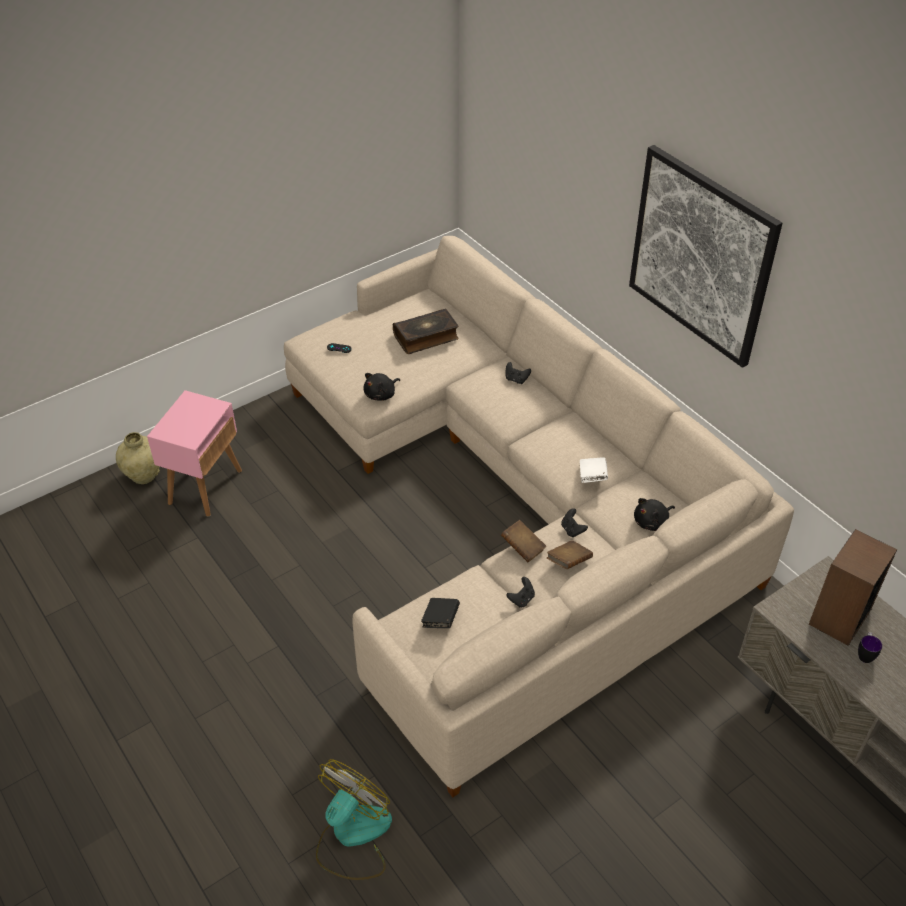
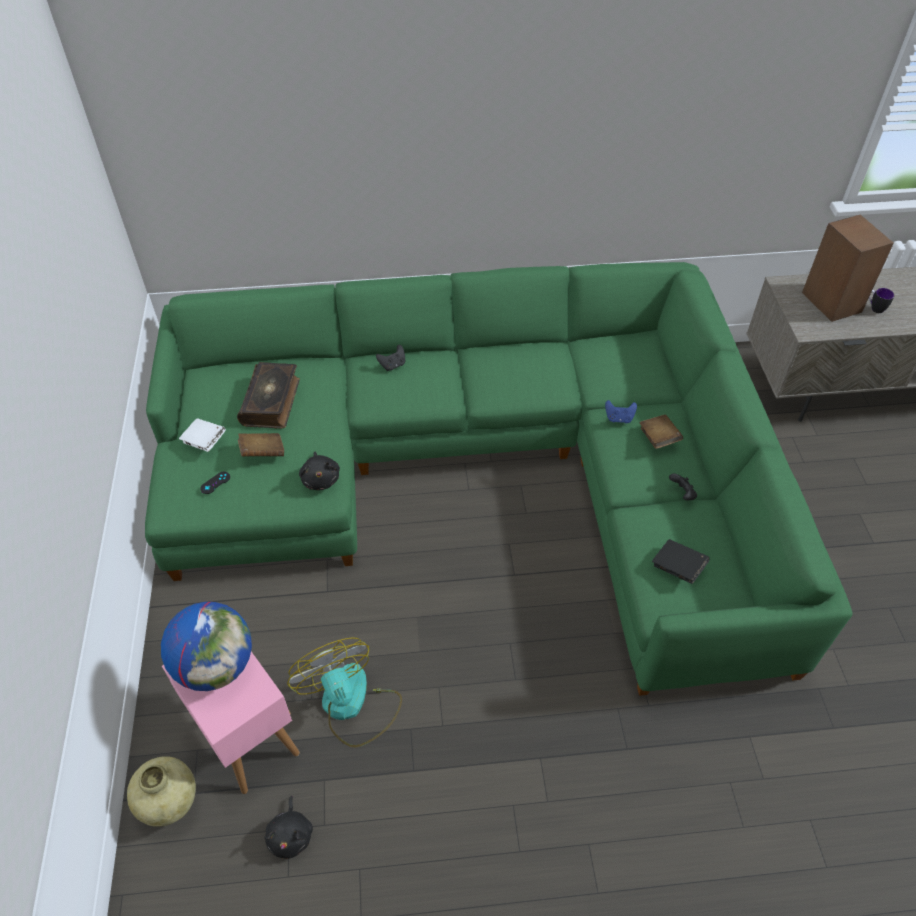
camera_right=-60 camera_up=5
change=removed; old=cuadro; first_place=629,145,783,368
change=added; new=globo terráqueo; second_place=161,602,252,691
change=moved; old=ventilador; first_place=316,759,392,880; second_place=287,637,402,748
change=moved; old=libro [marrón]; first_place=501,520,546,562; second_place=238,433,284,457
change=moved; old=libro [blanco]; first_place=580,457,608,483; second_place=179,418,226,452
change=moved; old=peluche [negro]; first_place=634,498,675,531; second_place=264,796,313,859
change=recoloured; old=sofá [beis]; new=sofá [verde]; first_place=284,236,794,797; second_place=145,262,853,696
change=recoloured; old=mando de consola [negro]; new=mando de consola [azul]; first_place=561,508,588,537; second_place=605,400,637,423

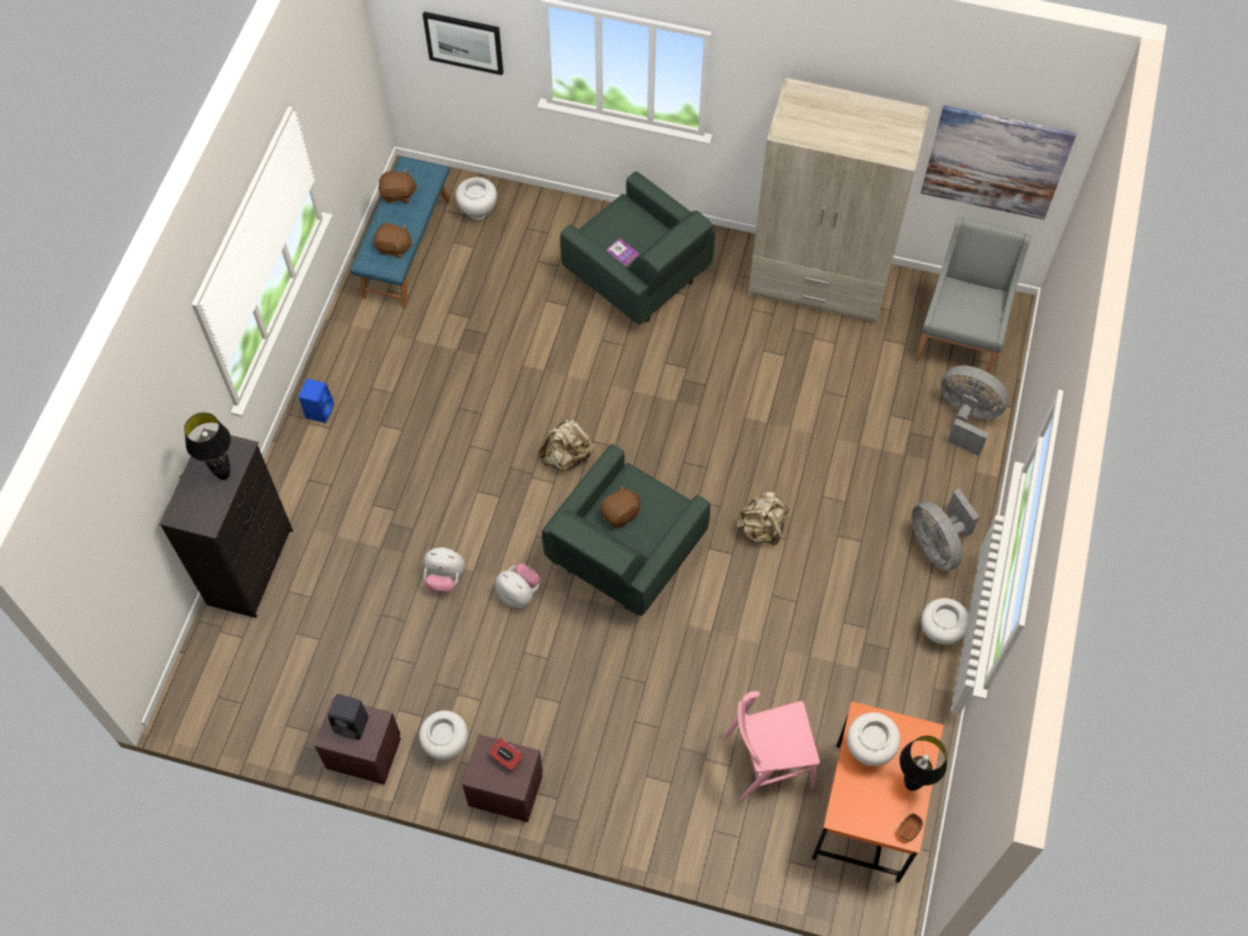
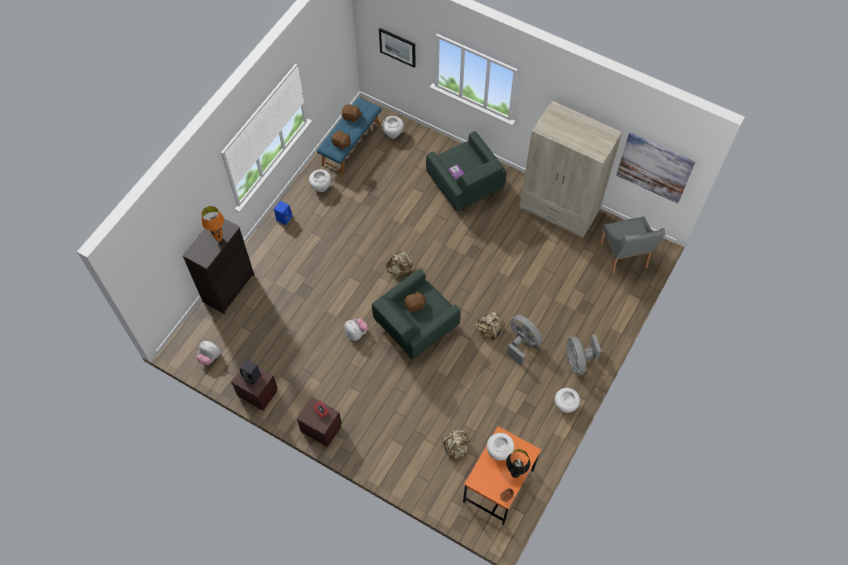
camera_right=15 camera_up=0
change=moved; old=florero [blanco]; first_place=419,710,468,760; second_place=309,169,331,192
change=moved; old=peluche; first_place=423,547,465,593; second_place=196,341,220,365
change=moved; old=ventilador [gris]; first_place=941,365,1009,456; second_place=507,315,543,366
change=replaced; old=silla [rosa]; new=mochila [beis]; first_place=723,691,820,802; second_place=442,430,469,461
change=recoloured; old=lámpara de mesa [negro]; new=lámpara de mesa [naranja]; first_place=184,412,231,480; second_place=202,206,224,242
change=turned; old=sillón [gris]; first_place=915,217,1031,373; second_place=599,216,665,275; degrees=135

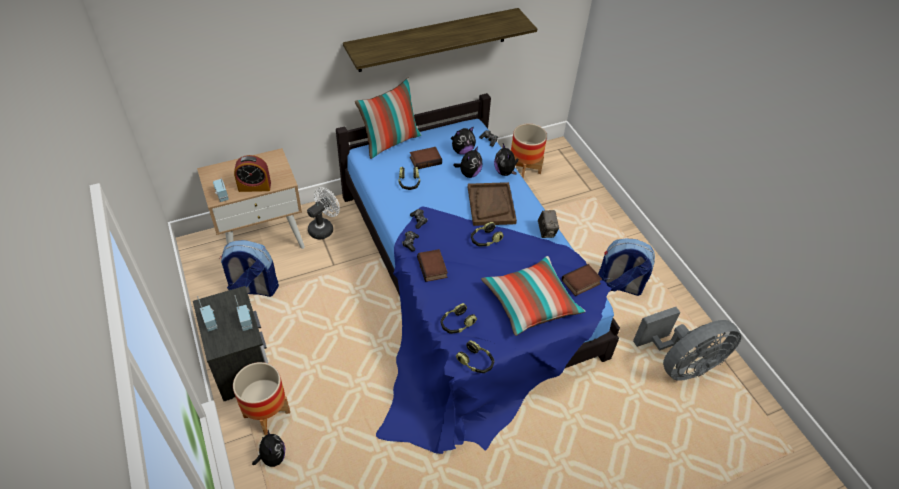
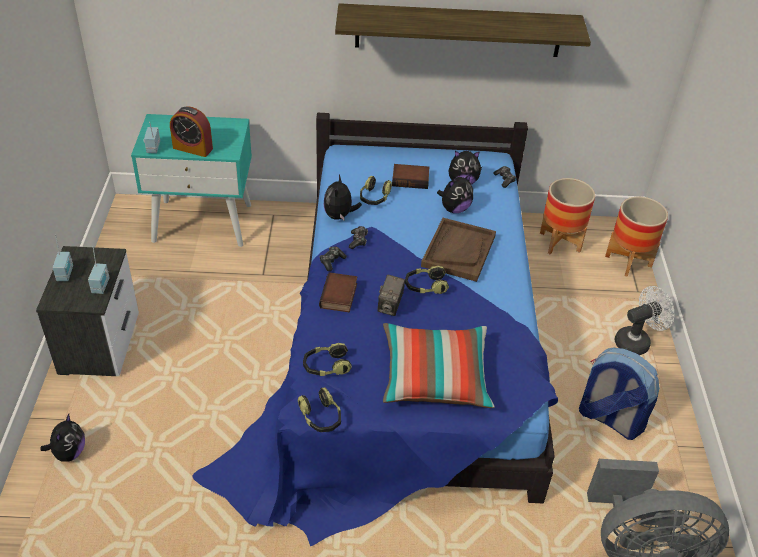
camera_right=25 camera_up=-5
change=removed; old=mochila; first_place=219,240,279,297
change=removed; old=cojín; first_place=355,77,421,159
change=removed; old=libro; first_place=562,264,602,296
change=moved; old=maceta; first_place=233,362,290,435; second_place=605,197,668,277
change=moved; old=ventilador [blanco]; first_place=307,187,340,239; second_place=615,286,674,355
change=moved; old=peluche; first_place=494,143,518,176; second_place=324,175,362,220
change=moved; old=cámara; first_place=538,210,559,238; second_place=378,274,405,316
change=recoloured; old=mesita de noche [beis]; new=mesita de noche [turquesa]; first_place=197,148,305,249; second_place=131,114,252,247

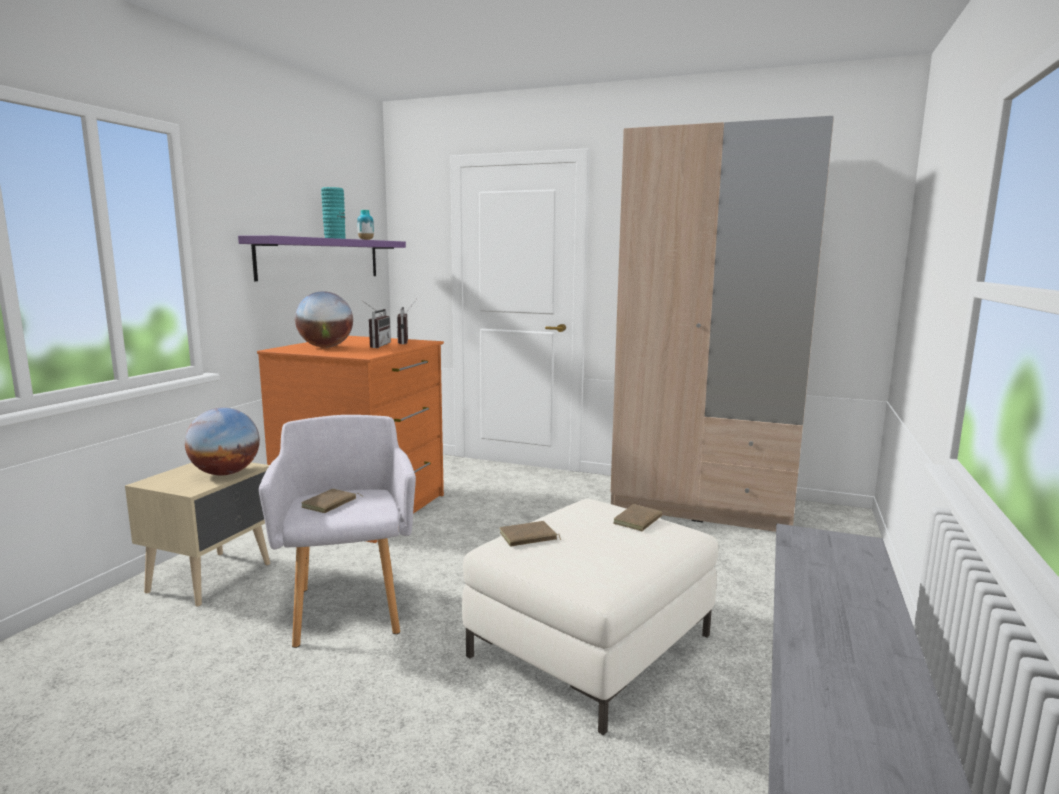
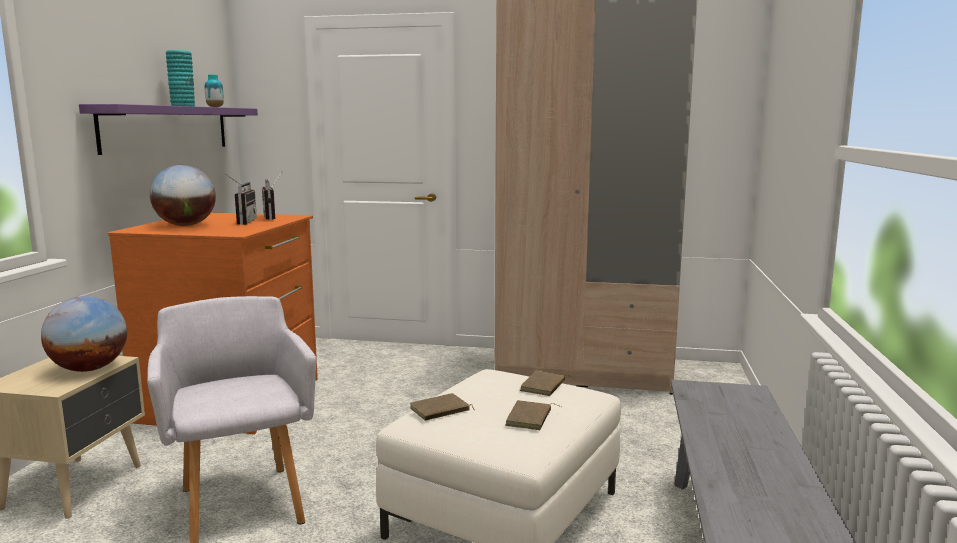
camera_right=-10 camera_up=0
change=moved; old=libro [marrón]; first_place=302,489,363,513; second_place=505,400,561,430

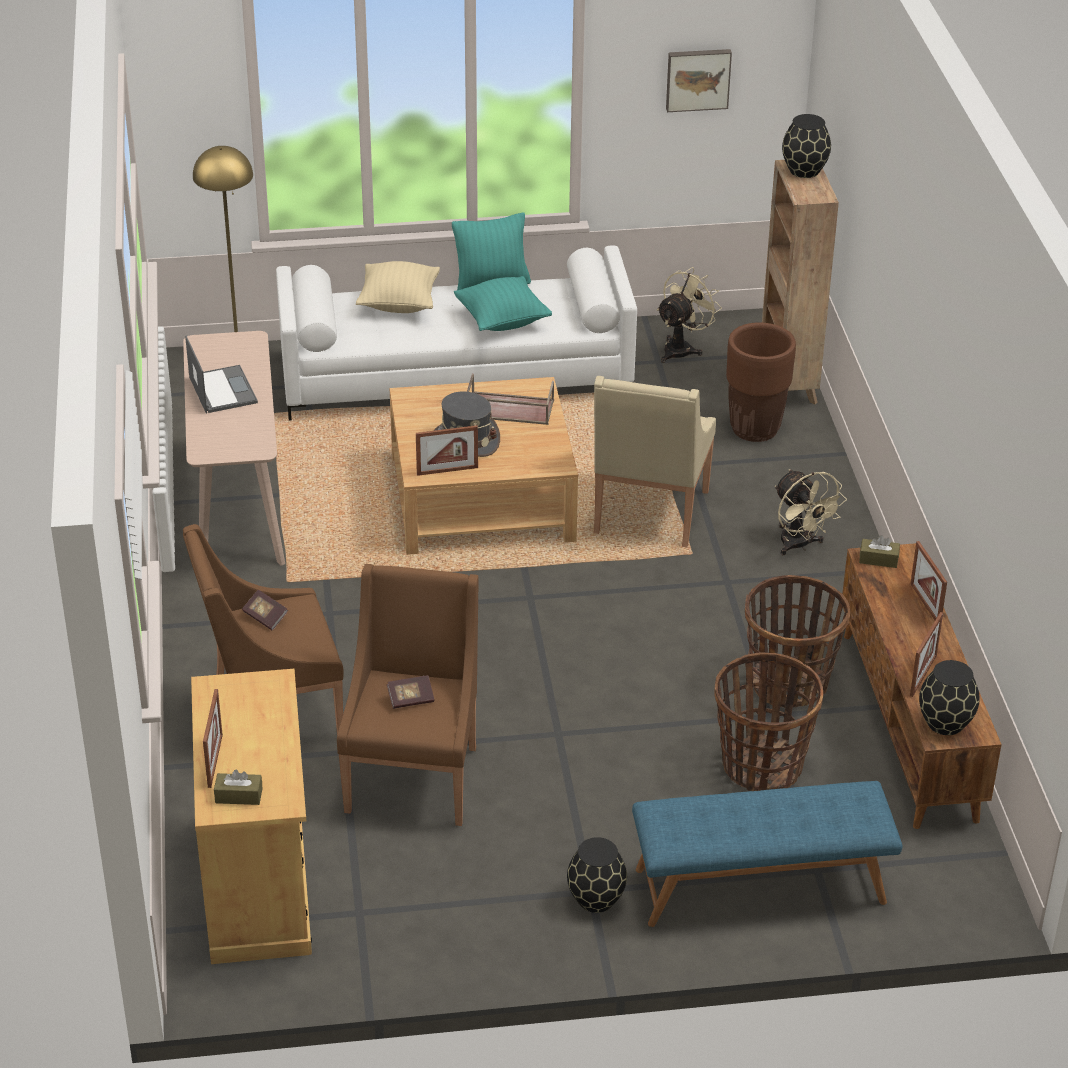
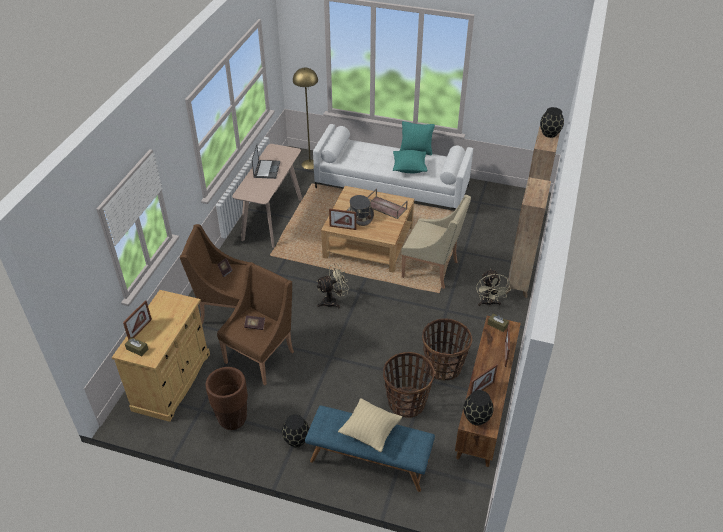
camera_right=25 camera_up=5
change=removed; old=cuadro; first_place=666,49,732,112
change=added; new=estantería [marrón]; second_place=505,177,551,298
change=moved; old=cojín [beis]; first_place=356,261,440,313; second_place=338,398,402,452
change=moved; old=ventilador [beis]; first_place=657,267,722,363; second_place=316,264,349,308
change=moved; old=maceta [marrón]; first_place=726,322,796,442; second_place=206,367,248,430
change=turned; old=sillón [beis]; first_place=594,376,716,547; second_place=401,195,471,289; degrees=-105

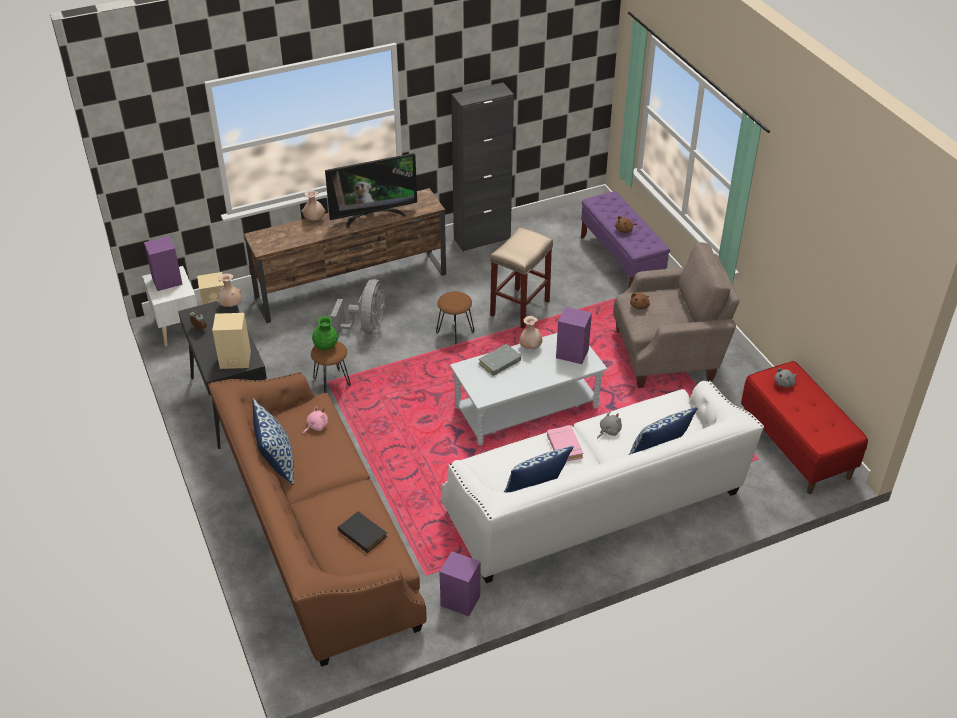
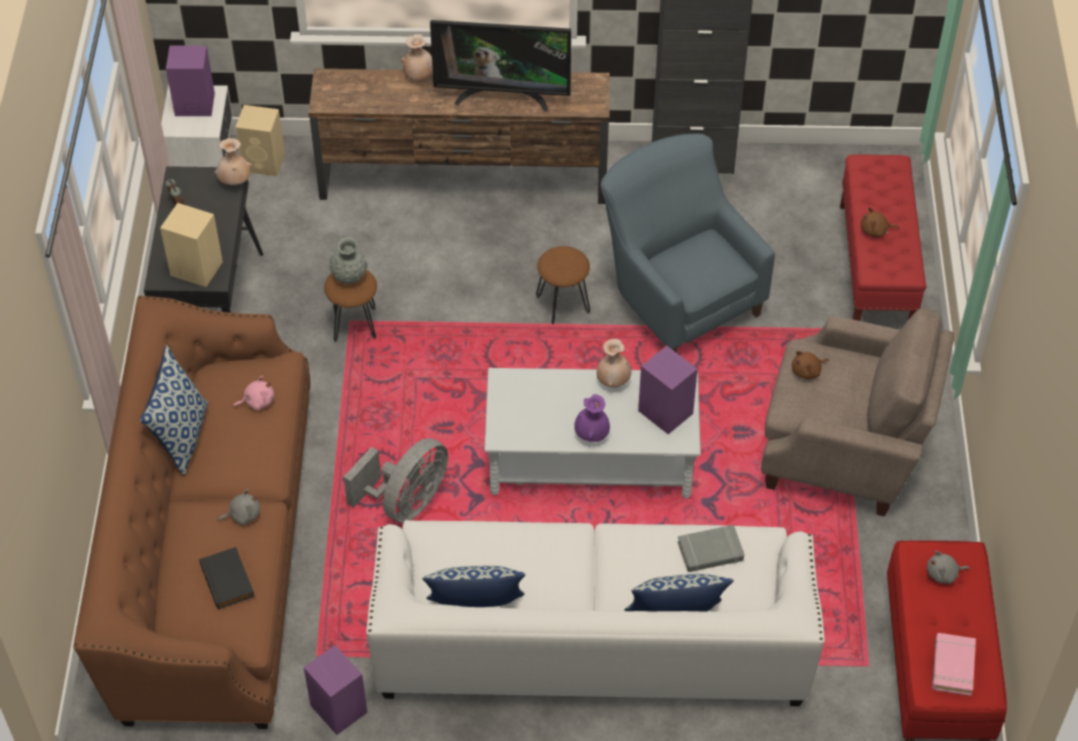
camera_right=25 camera_up=10
change=added; new=florero [morado]; second_place=574,394,610,442
change=moved; old=ventilador [gris]; first_place=331,279,385,338; second_place=344,438,448,523
change=moved; old=libro [gris]; first_place=479,344,521,376; second_place=678,525,744,572
change=moved; old=libro [rosa]; first_place=547,426,584,462; second_place=932,633,976,696
change=moved; old=peluche [gris]; first_place=597,411,622,439; second_place=217,489,260,525
change=replaced; old=taburete [beis]; new=sillón [azul]; first_place=490,227,553,329; second_place=601,133,775,353
change=recoloured; old=florero [verde]; new=florero [gris]; first_place=312,316,338,350; second_place=330,237,367,284
change=recoloured; old=banco [morado]; new=banco [rojo]; first_place=581,191,670,287; second_place=840,154,927,321

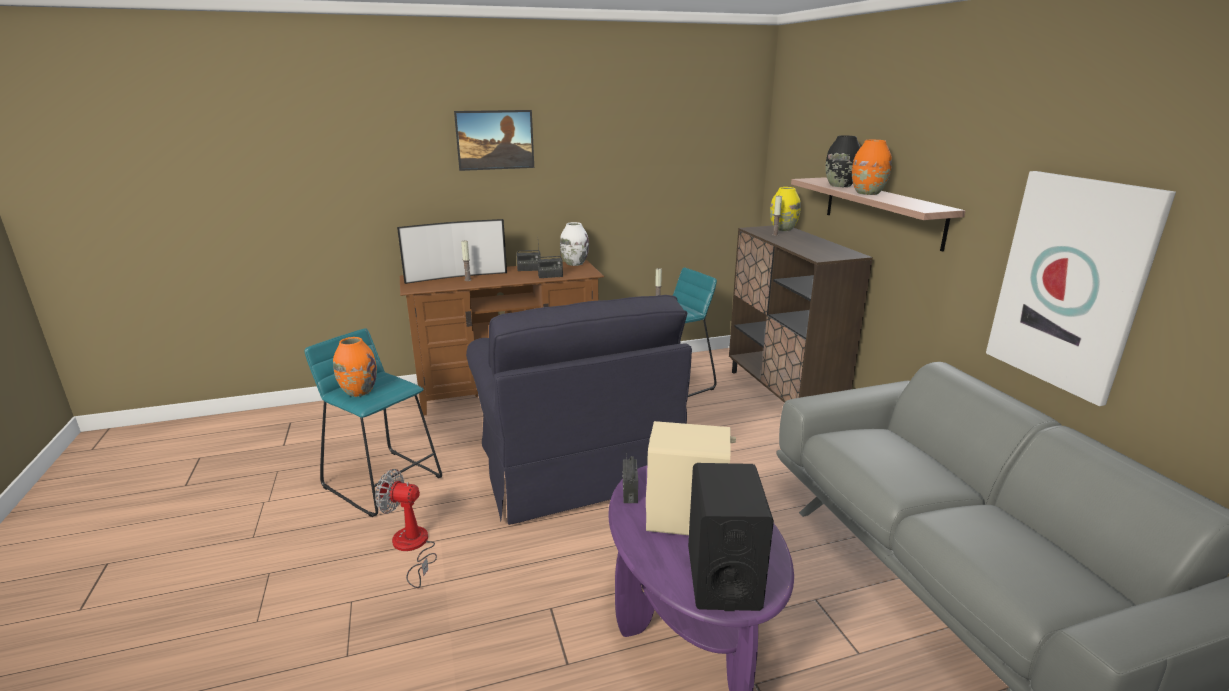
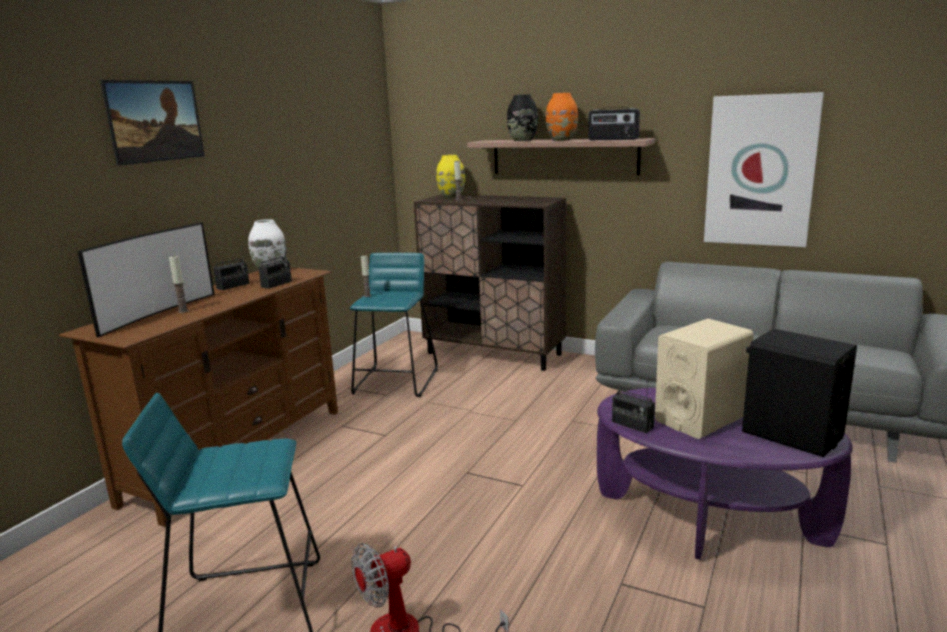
camera_right=-45 camera_up=-5
change=removed; old=florero [naranja]; first_place=333,337,377,397
change=removed; old=sillón [negro]; first_place=466,295,692,525
change=added; new=radio; second_place=588,107,640,140

